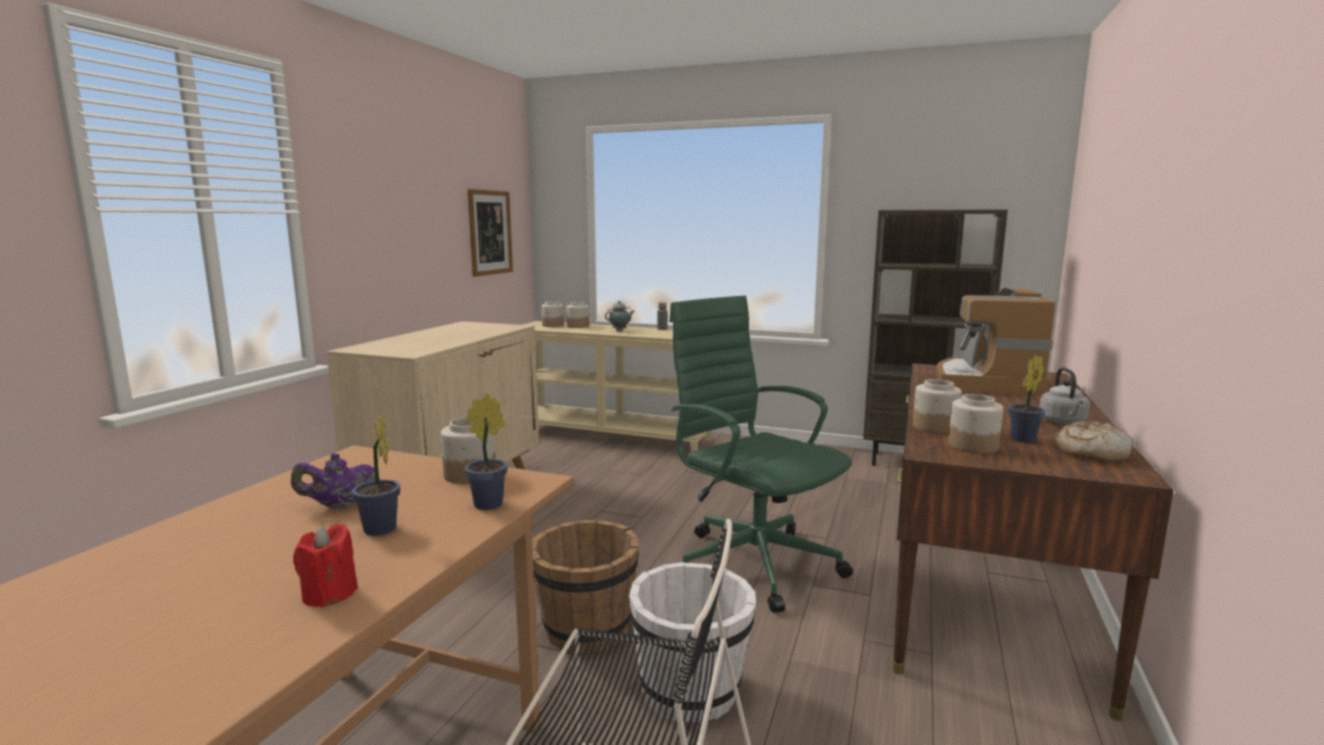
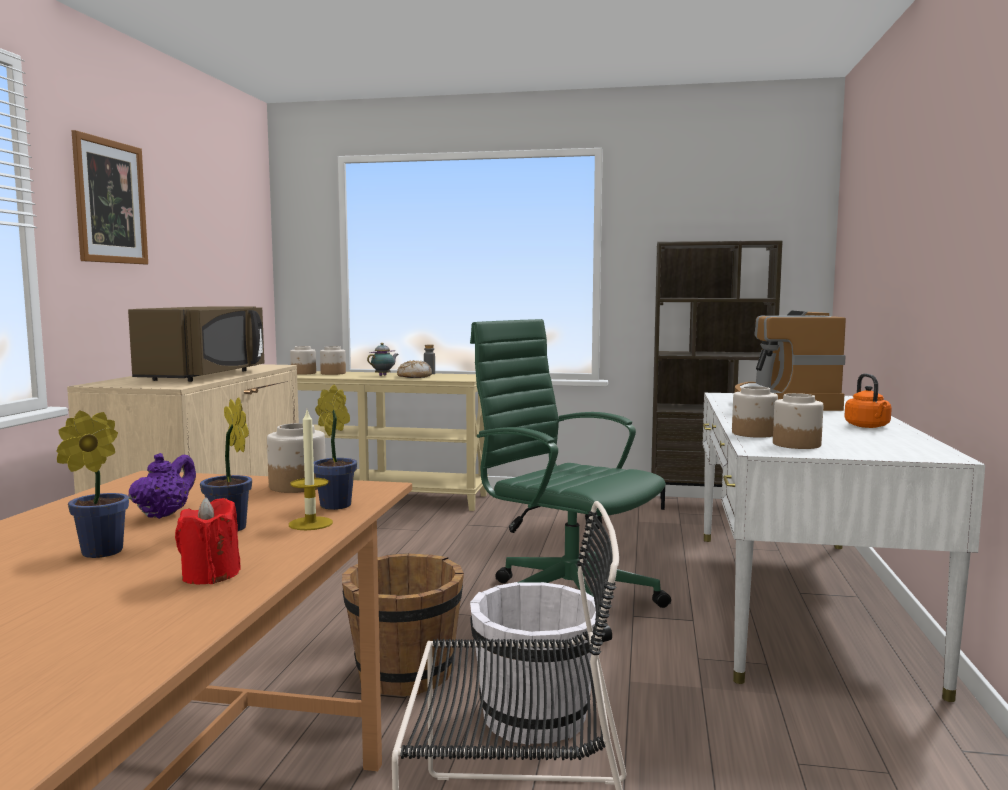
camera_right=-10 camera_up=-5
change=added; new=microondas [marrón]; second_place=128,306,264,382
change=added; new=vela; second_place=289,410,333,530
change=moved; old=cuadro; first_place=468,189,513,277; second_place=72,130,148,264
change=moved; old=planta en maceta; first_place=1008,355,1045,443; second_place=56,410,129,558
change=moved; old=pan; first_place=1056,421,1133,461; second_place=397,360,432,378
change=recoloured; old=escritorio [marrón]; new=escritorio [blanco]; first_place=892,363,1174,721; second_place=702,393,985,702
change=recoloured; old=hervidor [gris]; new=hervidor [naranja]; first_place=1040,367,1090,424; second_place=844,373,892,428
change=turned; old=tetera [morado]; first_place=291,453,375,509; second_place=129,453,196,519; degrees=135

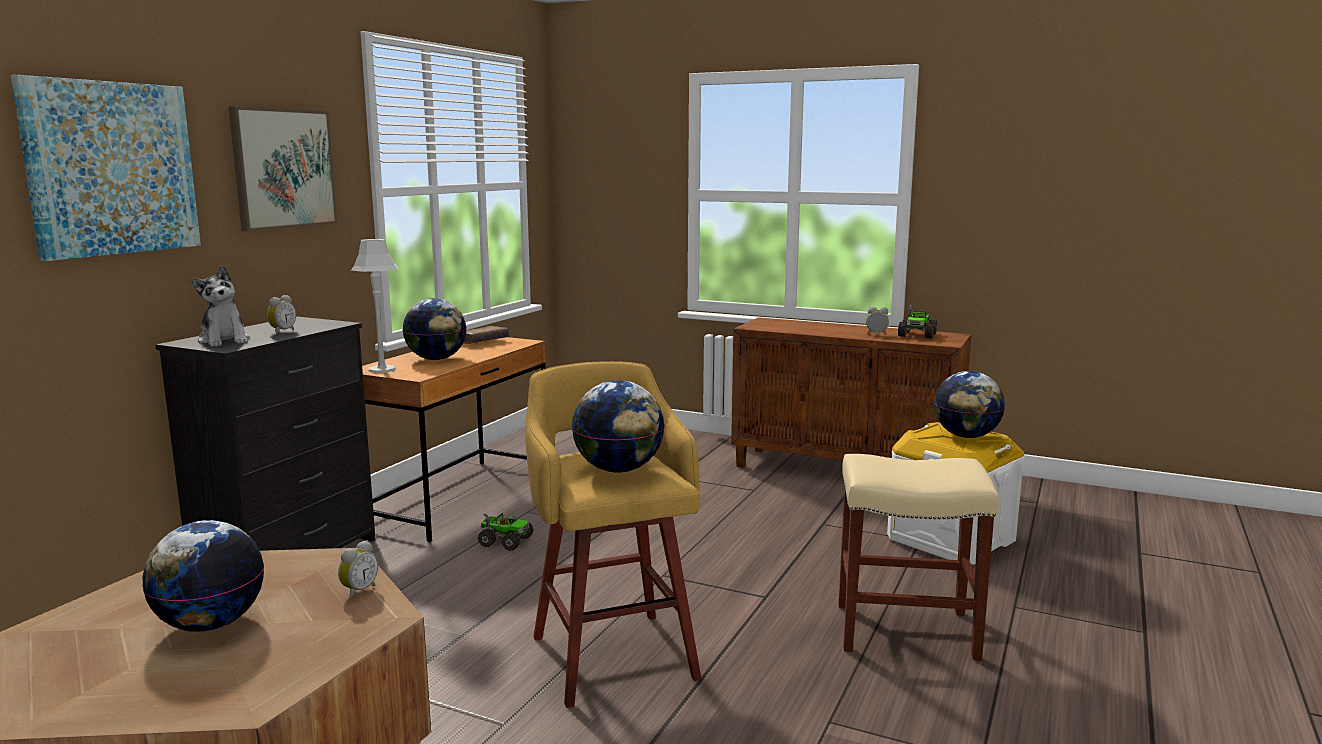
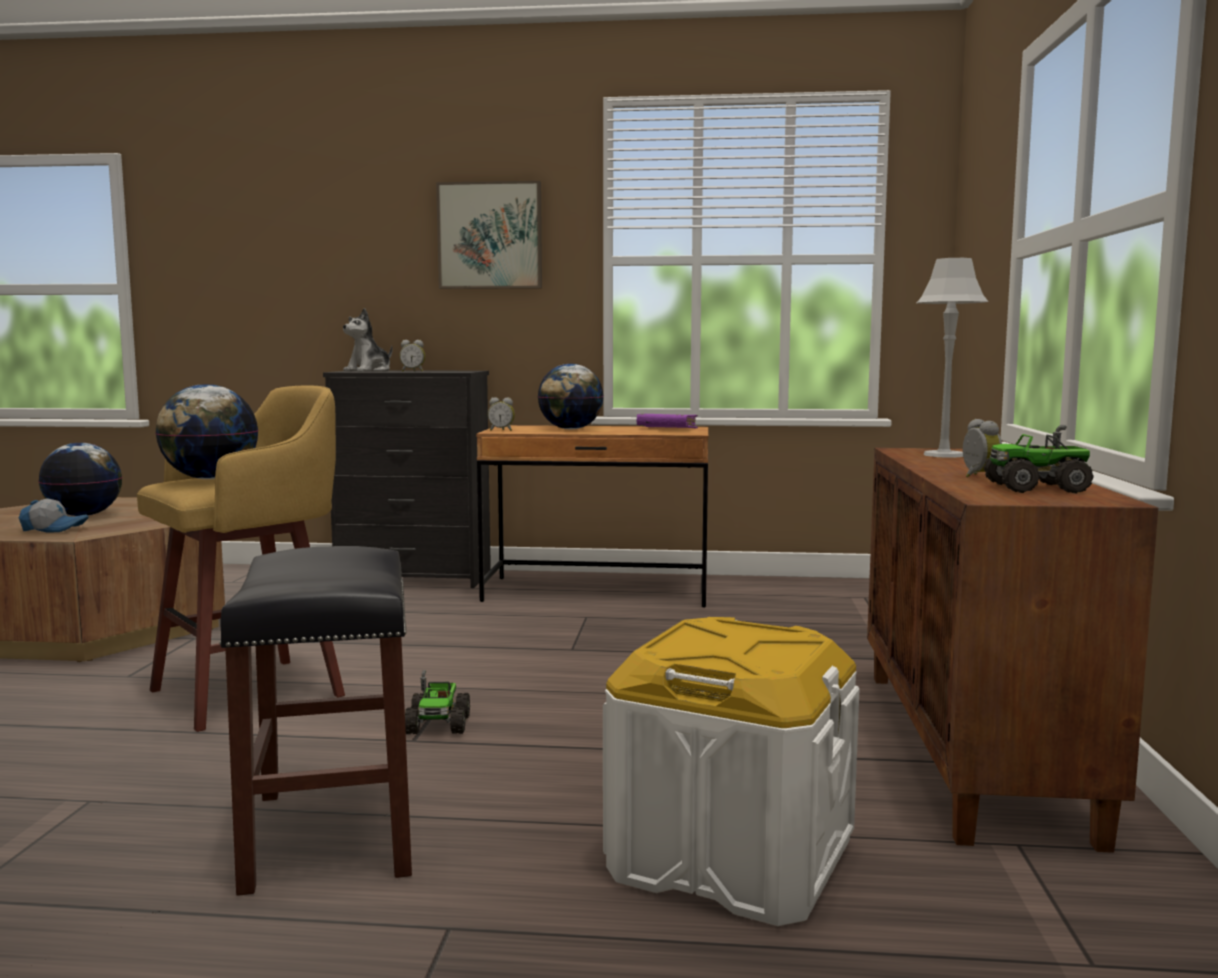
camera_right=70 camera_up=-5
change=removed; old=cuadro; first_place=11,75,201,261
change=removed; old=globo terráqueo; first_place=934,371,1005,438
change=added; new=gorra; second_place=19,498,89,533
change=moved; old=despertador; first_place=338,540,378,599; second_place=488,397,515,431
change=moved; old=lámpara de mesa [gris]; first_place=351,239,398,373; second_place=917,258,988,458
change=moved; old=camión de juguete; first_place=478,513,534,551; second_place=405,670,470,734
change=recoloured; old=libro [marrón]; new=libro [morado]; first_place=463,326,509,344; second_place=637,414,698,429
change=recoloured; old=taburete [beis]; new=taburete [negro]; first_place=838,454,999,661; second_place=219,546,412,896

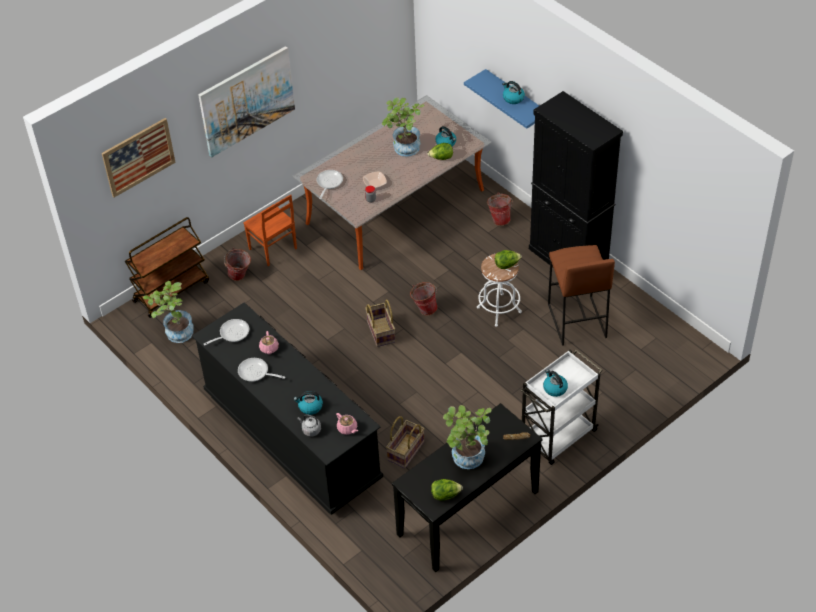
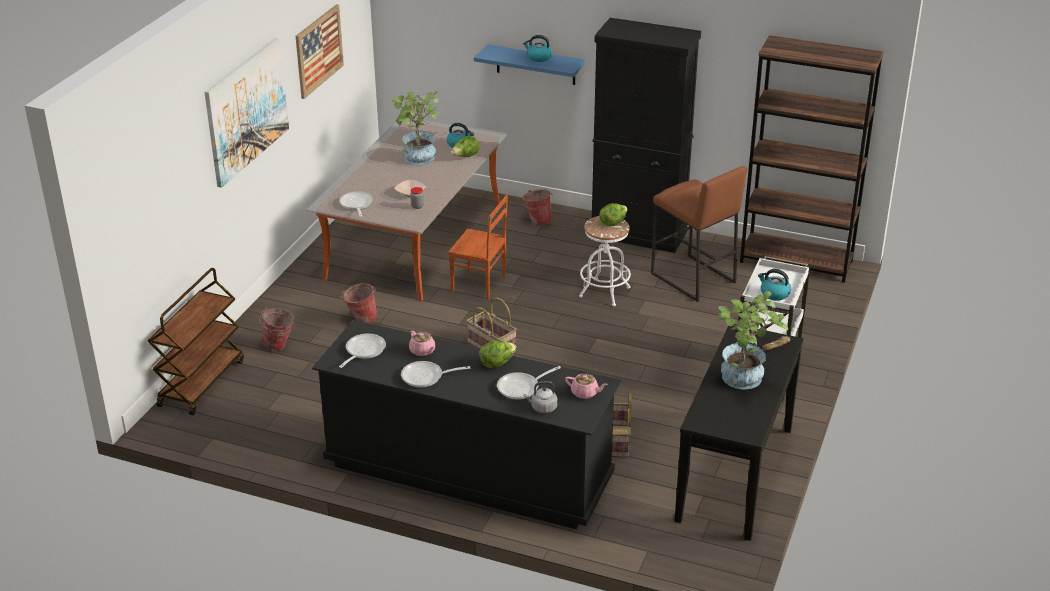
camera_right=-30 camera_up=-15
change=removed; old=planta en maceta; first_place=143,281,194,343
change=added; new=estantería [marrón]; second_place=740,35,884,283
change=moved; old=cuadro; first_place=102,118,176,197; second_place=296,4,344,99
change=moved; old=silla [marrón]; first_place=243,194,297,267; second_place=448,195,508,300
change=moved; old=cubo; first_place=410,282,438,316; second_place=342,283,378,324
change=moved; old=lechuga; first_place=431,479,463,501; second_place=479,341,516,368
change=replaced; old=hervidor; new=sartén; first_place=294,391,323,415; second_place=497,366,561,400

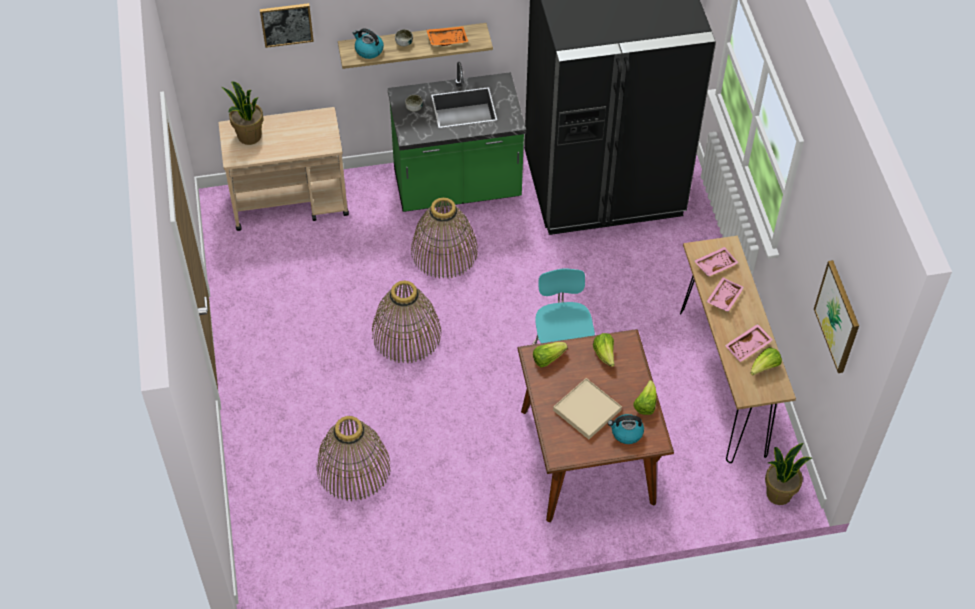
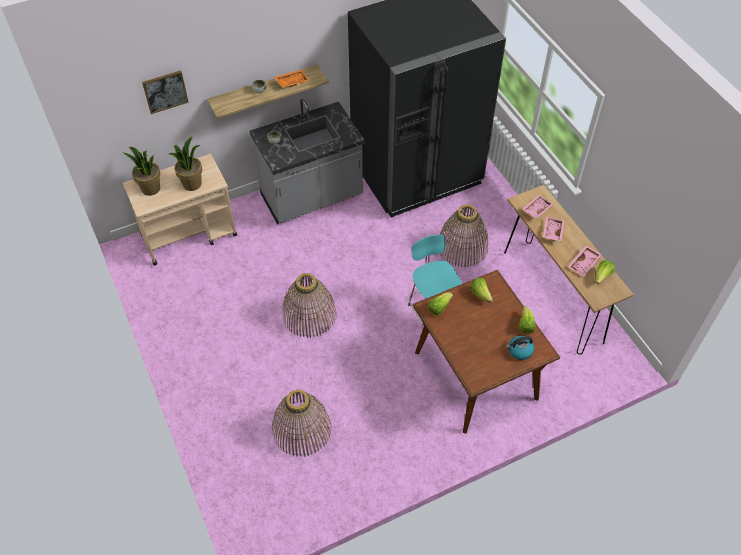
camera_right=-15 camera_up=0
change=removed; old=hervidor; first_place=353,28,384,59
change=removed; old=bandeja [beis]; first_place=553,378,622,440
change=removed; old=cuadro; first_place=814,260,859,373
change=moved; old=cesta; first_place=411,197,478,279; second_place=440,204,489,267
change=moved; old=planta en maceta; first_place=765,443,812,505; second_place=167,136,202,191
change=recoloured; old=mueble bajo de cocina [verde]; new=mueble bajo de cocina [gris]; first_place=388,62,526,212; second_place=250,99,365,224

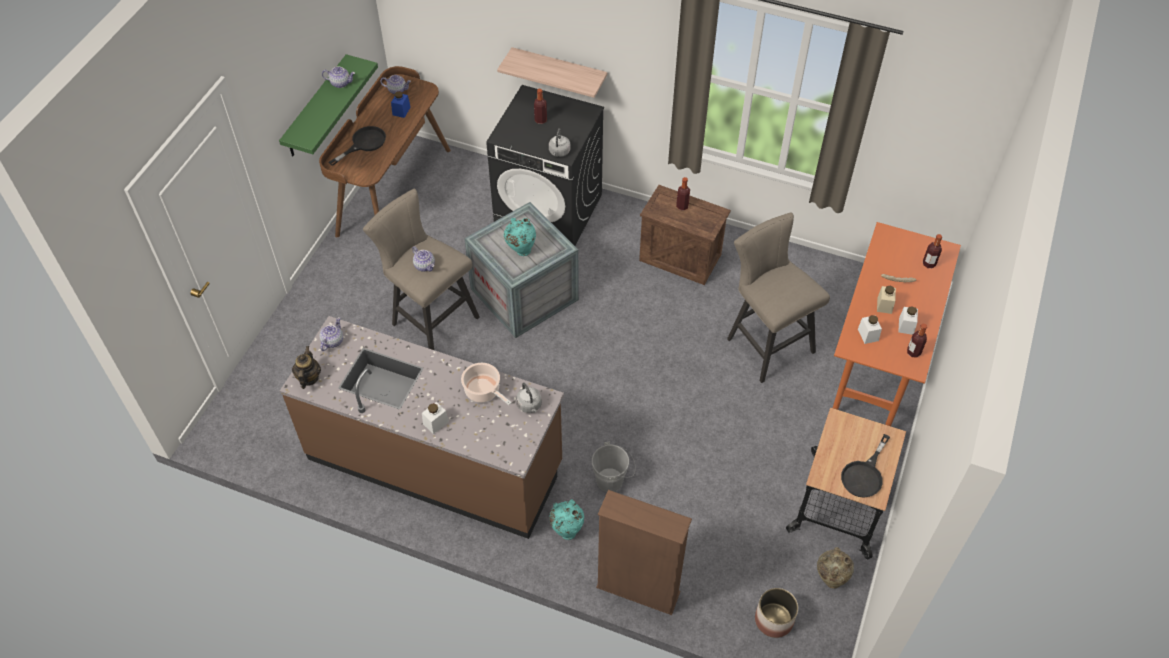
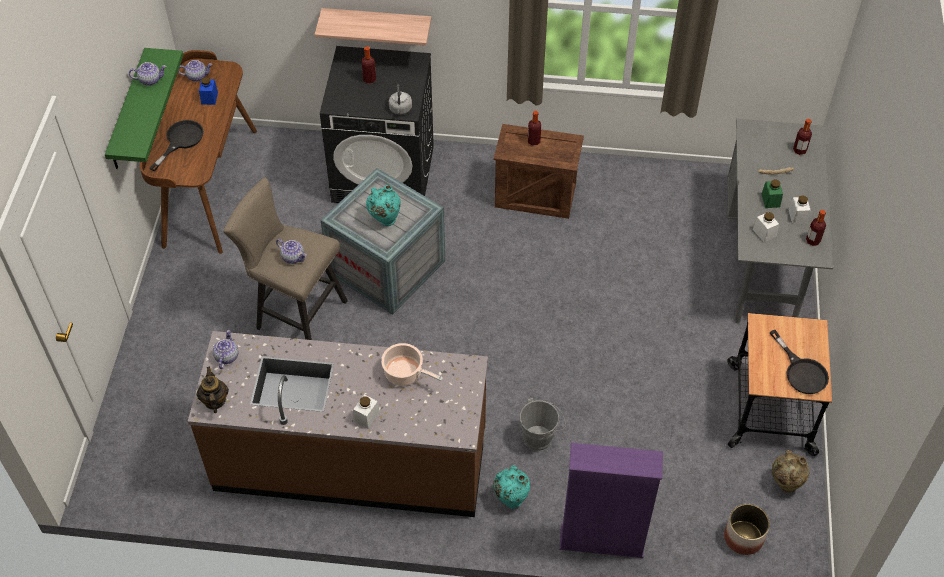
camera_right=-15 camera_up=0
change=removed; old=hervidor [gris]; first_place=516,383,542,413
change=removed; old=taburete [beis]; first_place=727,212,830,383
change=recoloured; old=estantería [marrón]; new=estantería [morado]; first_place=596,490,692,615; second_place=559,443,663,558
change=recoloured; old=escritorio [naranja]; new=escritorio [gris]; first_place=833,222,961,426; second_place=728,119,833,323
change=recoloured; old=tarro [beis]; new=tarro [verde]; first_place=877,286,896,314; second_place=761,179,783,208
change=turned; old=sartén [negro]; first_place=841,434,890,498; second_place=770,330,829,394; degrees=-45

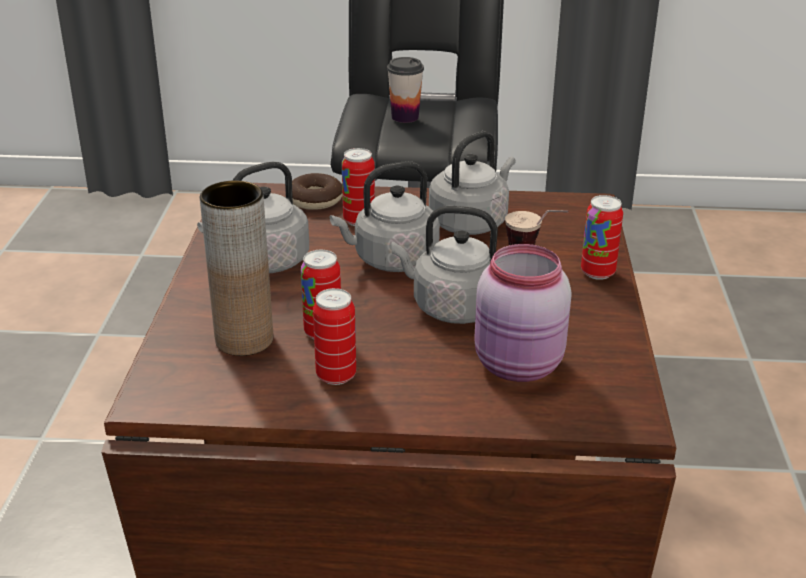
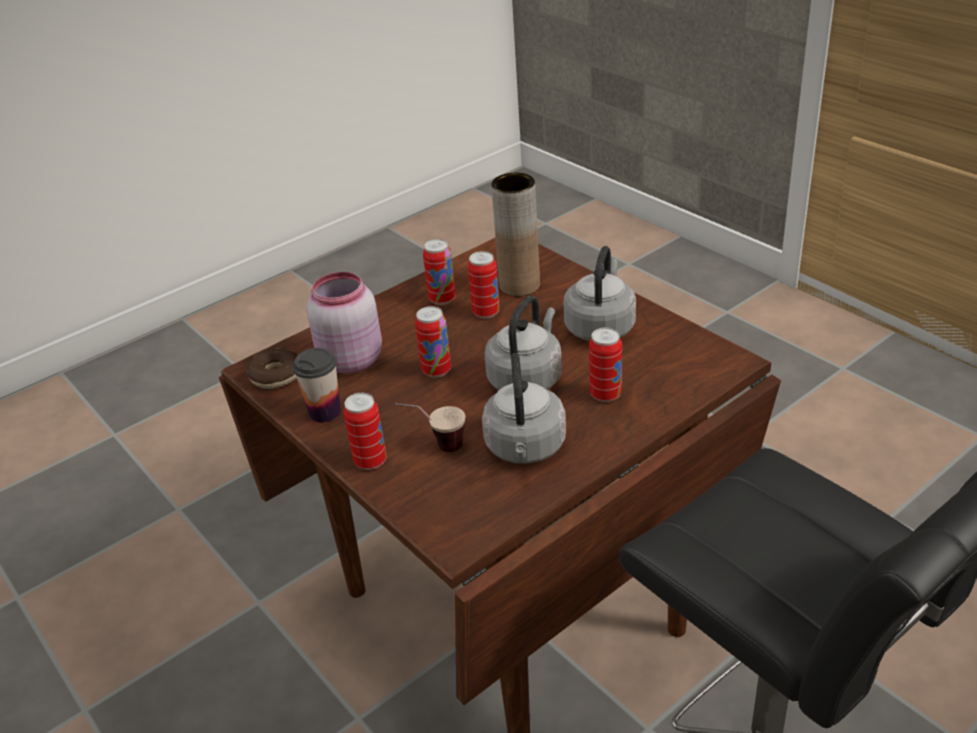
camera_right=140 camera_up=5
change=moved; old=rosquilla; first_place=292,173,342,210; second_place=246,348,297,389
change=moved; old=taza; first_place=387,57,424,123; second_place=292,348,341,423
change=replaced; old=hervidor [gris]; new=lata; first_place=392,206,498,324; second_place=415,306,451,378

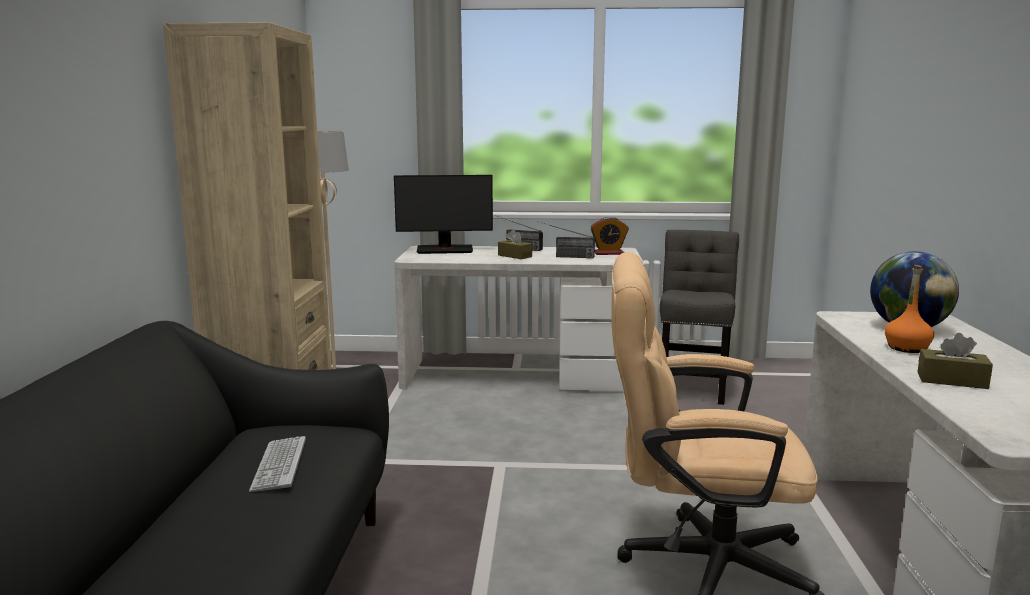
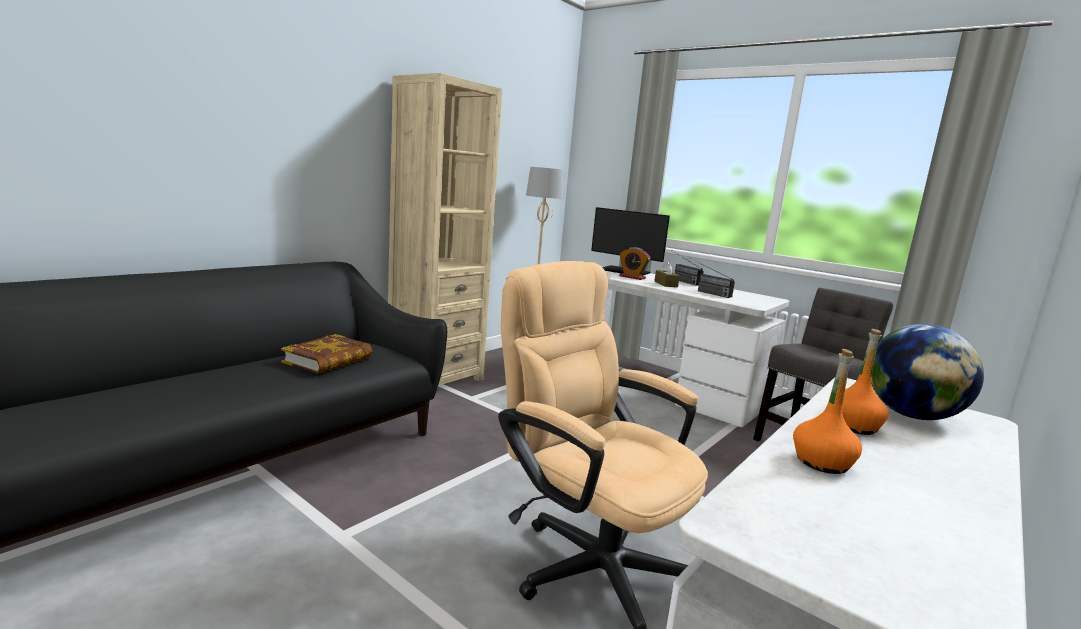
camera_right=35 camera_up=0
change=moved; old=despertador; first_place=590,217,629,255; second_place=619,247,651,280
change=replaced; old=teclado; new=libro; first_place=249,436,306,492; second_place=281,334,372,374
change=replaced; old=caja de pañuelos [marrón]; new=botella [naranja]; first_place=918,333,993,389; second_place=793,349,862,474

